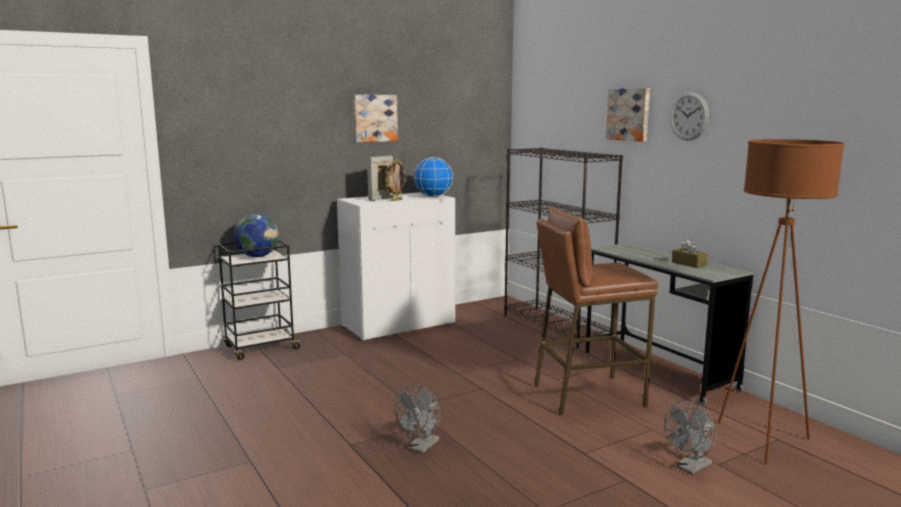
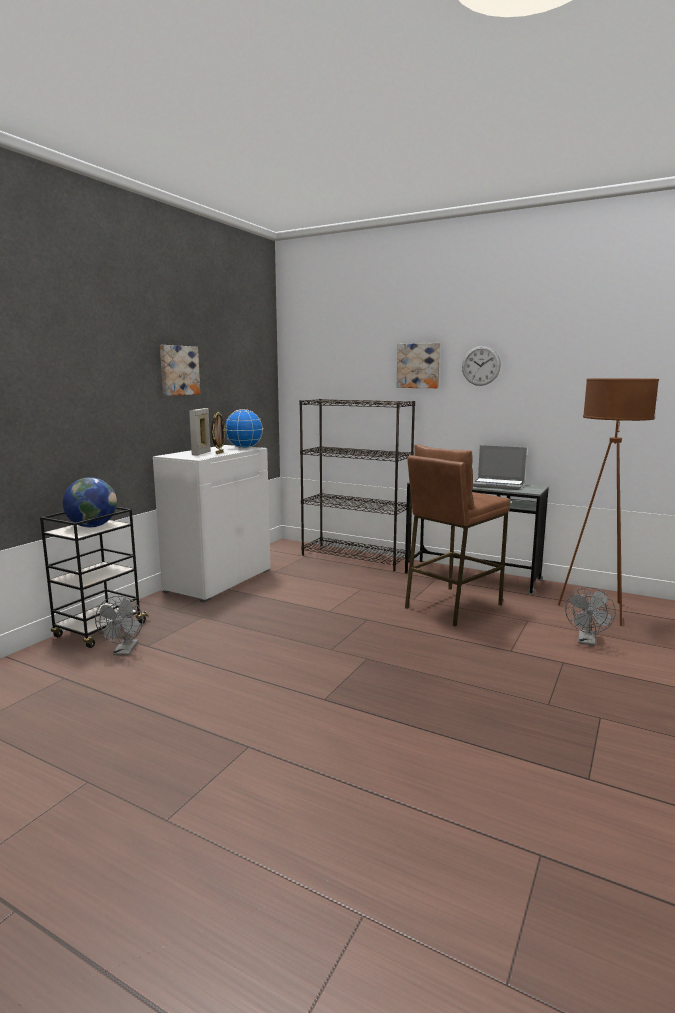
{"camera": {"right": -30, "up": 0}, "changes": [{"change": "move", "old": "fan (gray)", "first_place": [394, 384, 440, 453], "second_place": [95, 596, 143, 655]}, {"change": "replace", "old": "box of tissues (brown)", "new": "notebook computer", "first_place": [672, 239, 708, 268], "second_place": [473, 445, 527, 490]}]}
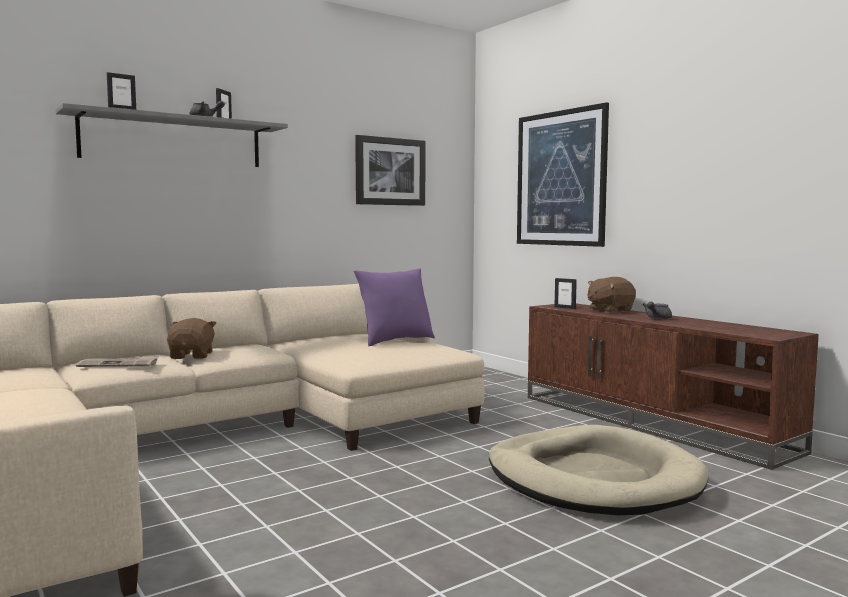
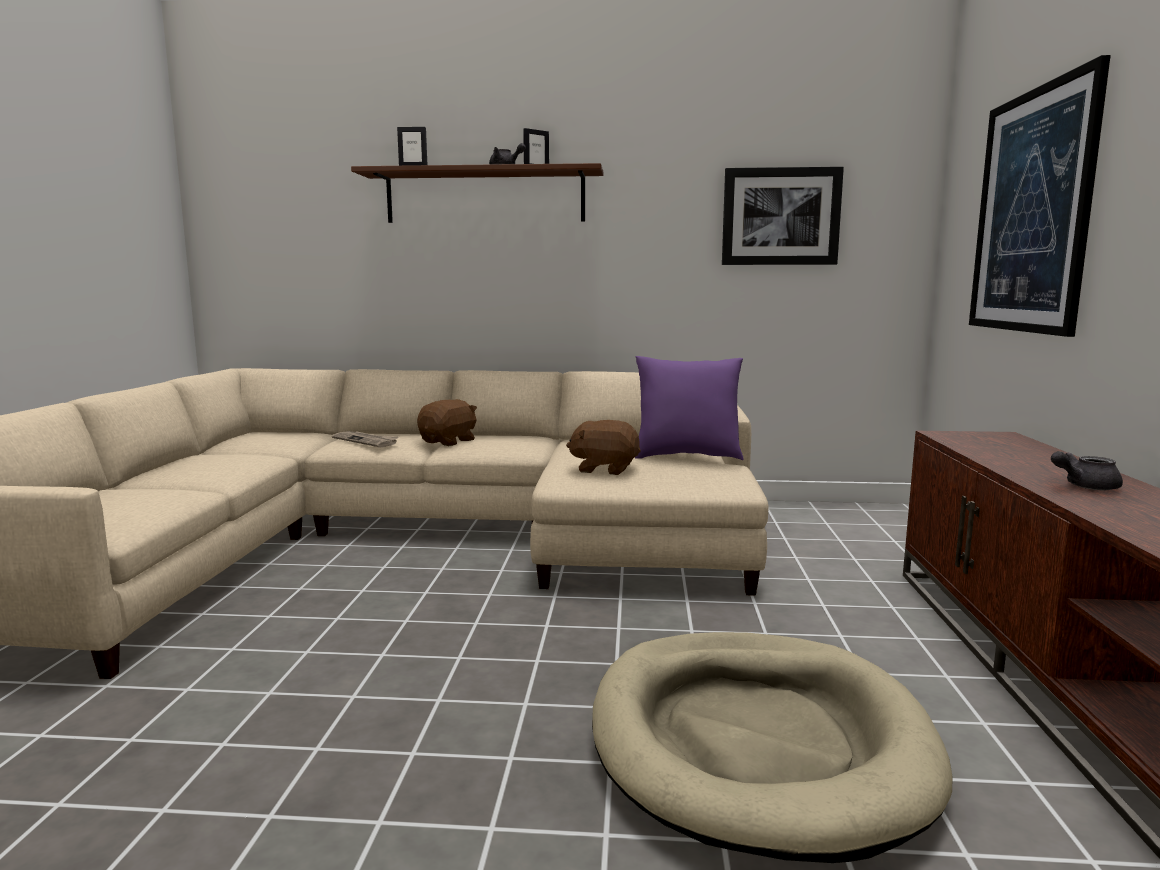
{"camera": {"right": 40, "up": 5}, "changes": [{"change": "delete", "old": "photo frame", "first_place": [554, 278, 577, 309]}, {"change": "move", "old": "soft toy (brown)", "first_place": [588, 277, 636, 313], "second_place": [566, 420, 641, 475]}, {"change": "recolor", "old": "bracket shelf (gray)", "new": "bracket shelf (brown)", "first_place": [55, 103, 288, 167], "second_place": [351, 163, 603, 223]}]}
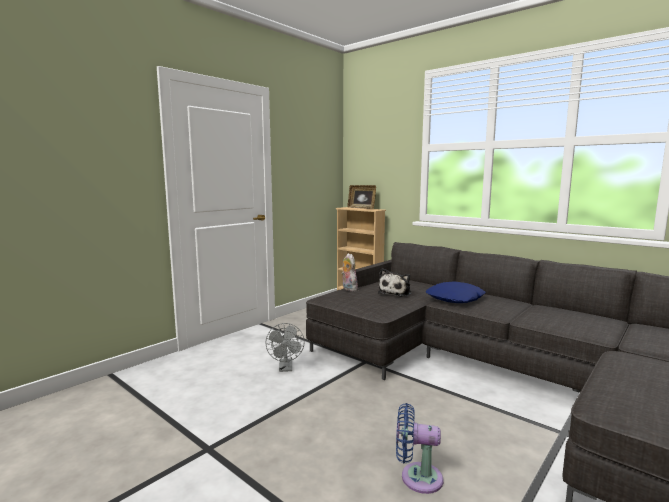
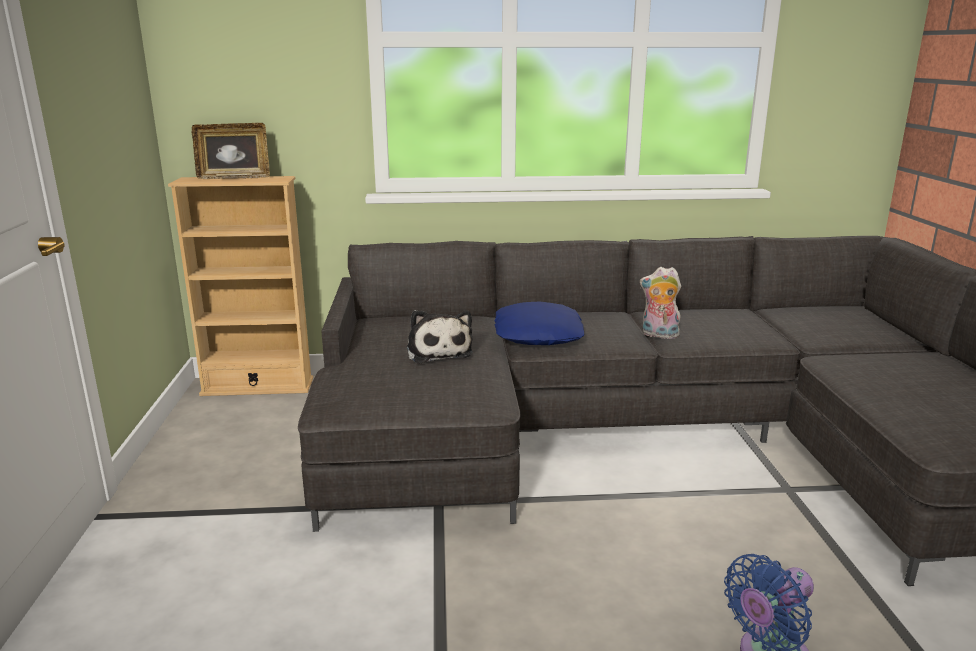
{"camera": {"right": -45, "up": 10}, "changes": [{"change": "delete", "old": "fan (gray)", "first_place": [265, 323, 305, 372]}, {"change": "move", "old": "soft toy", "first_place": [341, 253, 358, 291], "second_place": [640, 267, 681, 339]}]}
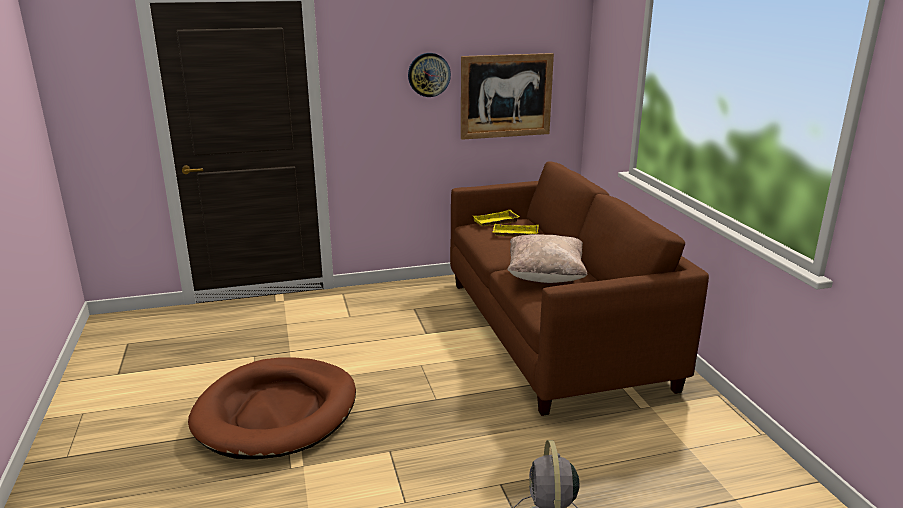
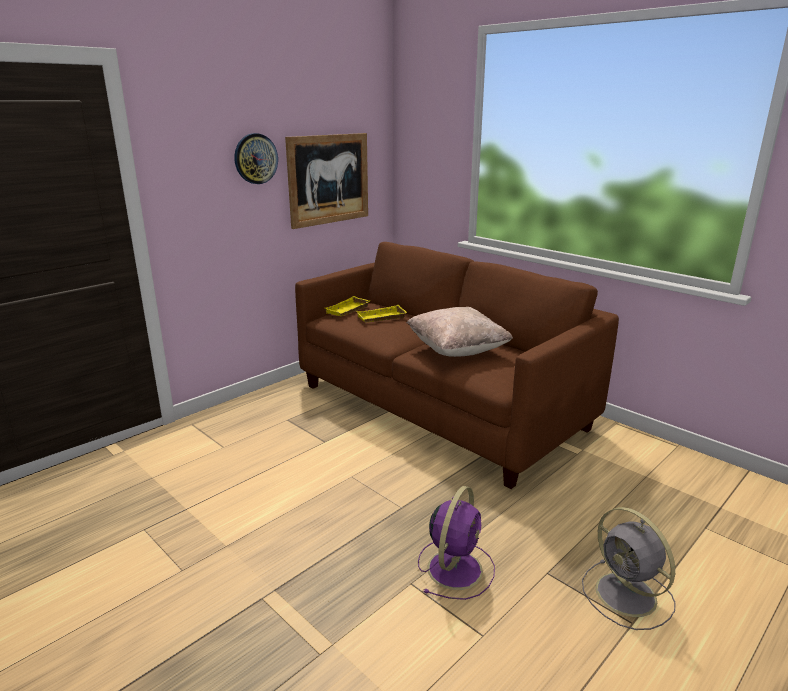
{"camera": {"right": -30, "up": 0}, "changes": [{"change": "delete", "old": "pet bed (brown)", "first_place": [188, 357, 356, 459]}, {"change": "insert", "new": "fan (purplish)", "second_place": [418, 486, 495, 600]}]}
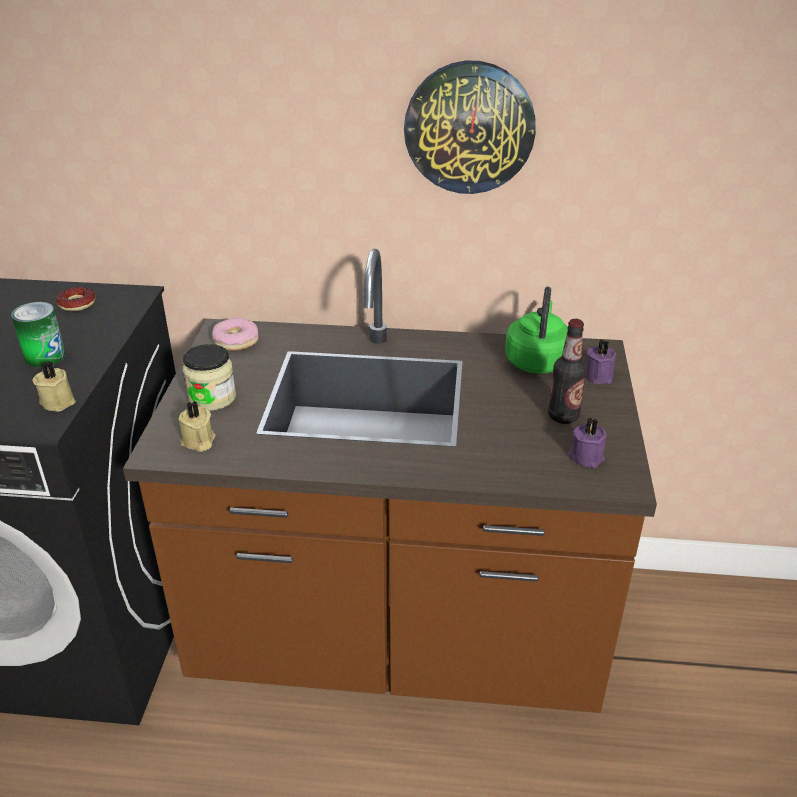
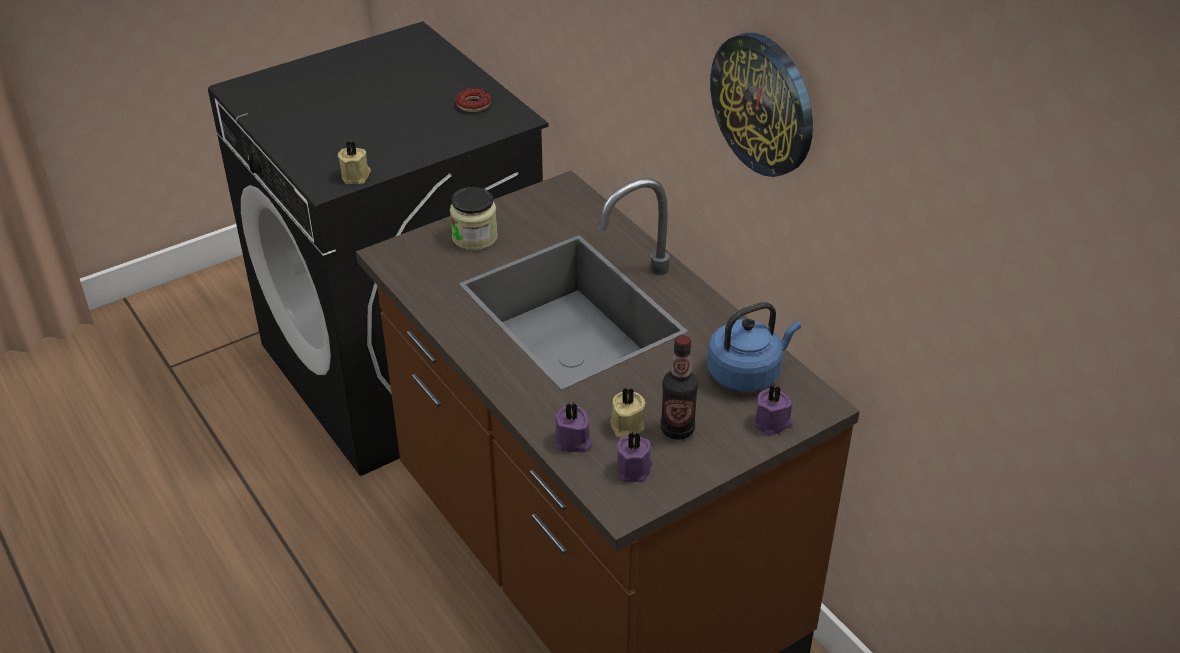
{"camera": {"right": 50, "up": 5}, "changes": [{"change": "delete", "old": "can", "first_place": [11, 302, 65, 367]}, {"change": "delete", "old": "doughnut", "first_place": [212, 318, 259, 351]}, {"change": "insert", "new": "candle (purplish)", "second_place": [554, 403, 592, 452]}, {"change": "move", "old": "candle (beige)", "first_place": [178, 401, 216, 452], "second_place": [610, 387, 645, 438]}, {"change": "recolor", "old": "kettle (green)", "new": "kettle (blue)", "first_place": [505, 287, 568, 374], "second_place": [707, 302, 801, 392]}]}
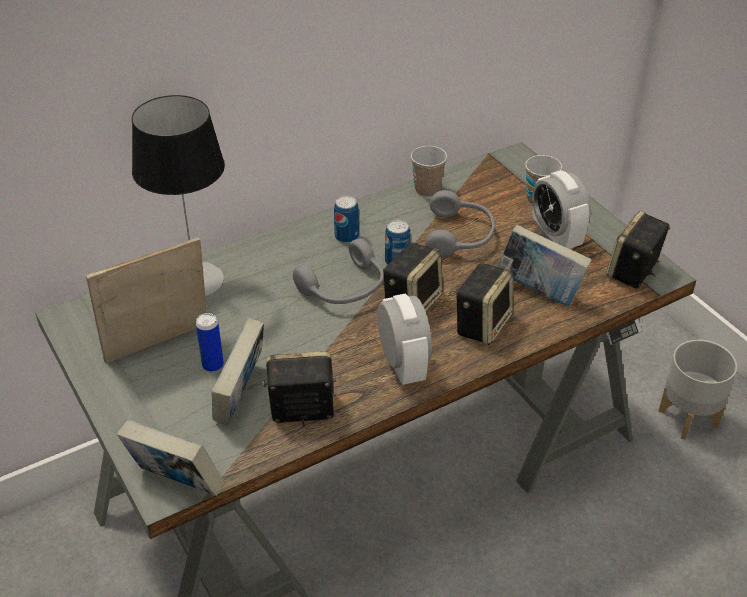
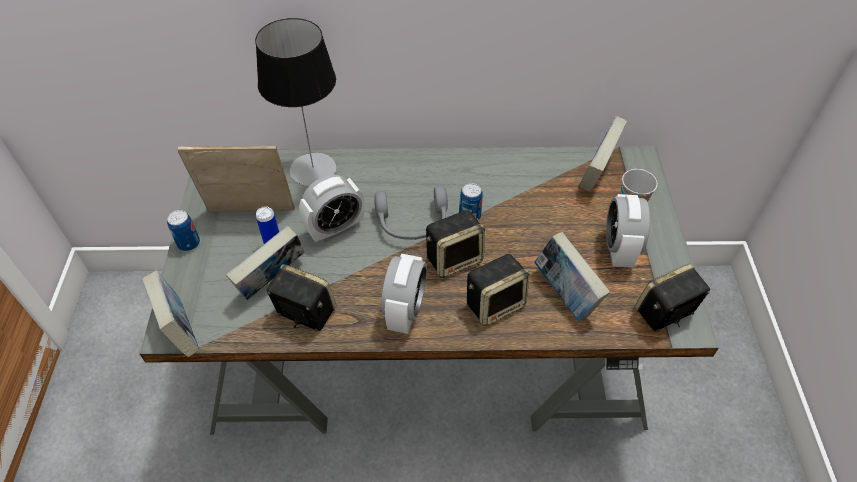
{"camera": {"right": 30, "up": 10}, "changes": [{"change": "delete", "old": "drinking cup", "first_place": [411, 146, 447, 197]}, {"change": "delete", "old": "pair of headphones (gray)", "first_place": [425, 190, 495, 258]}, {"change": "delete", "old": "planter (gray)", "first_place": [658, 339, 737, 440]}, {"change": "insert", "new": "table clock", "second_place": [299, 174, 364, 242]}, {"change": "insert", "new": "book", "second_place": [579, 116, 628, 192]}, {"change": "move", "old": "can", "first_place": [334, 196, 359, 244], "second_place": [167, 210, 200, 251]}]}
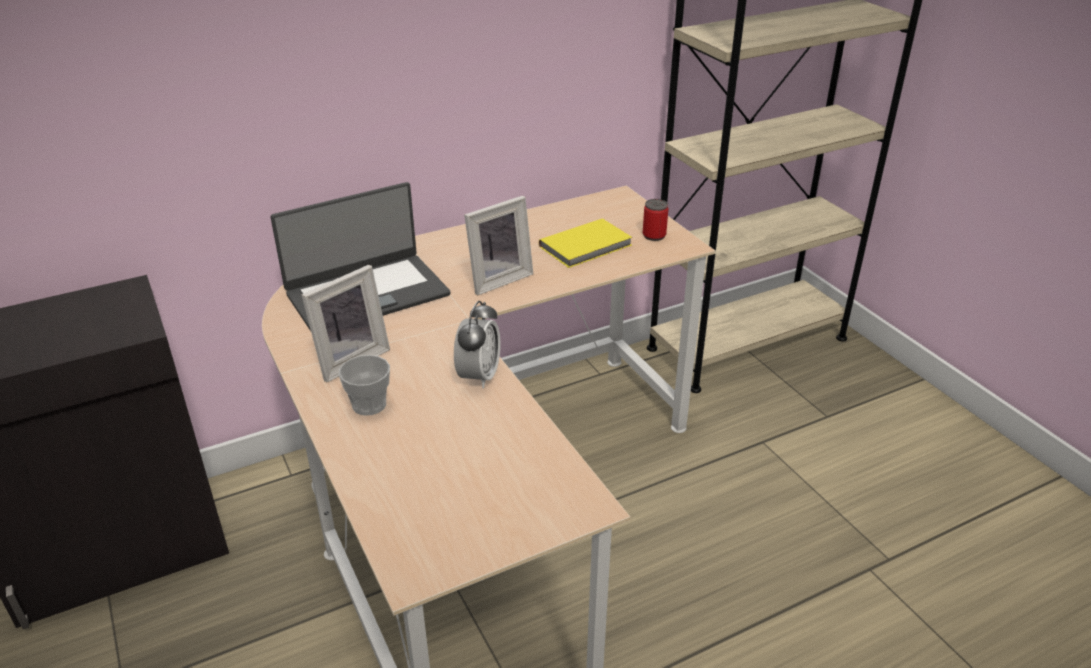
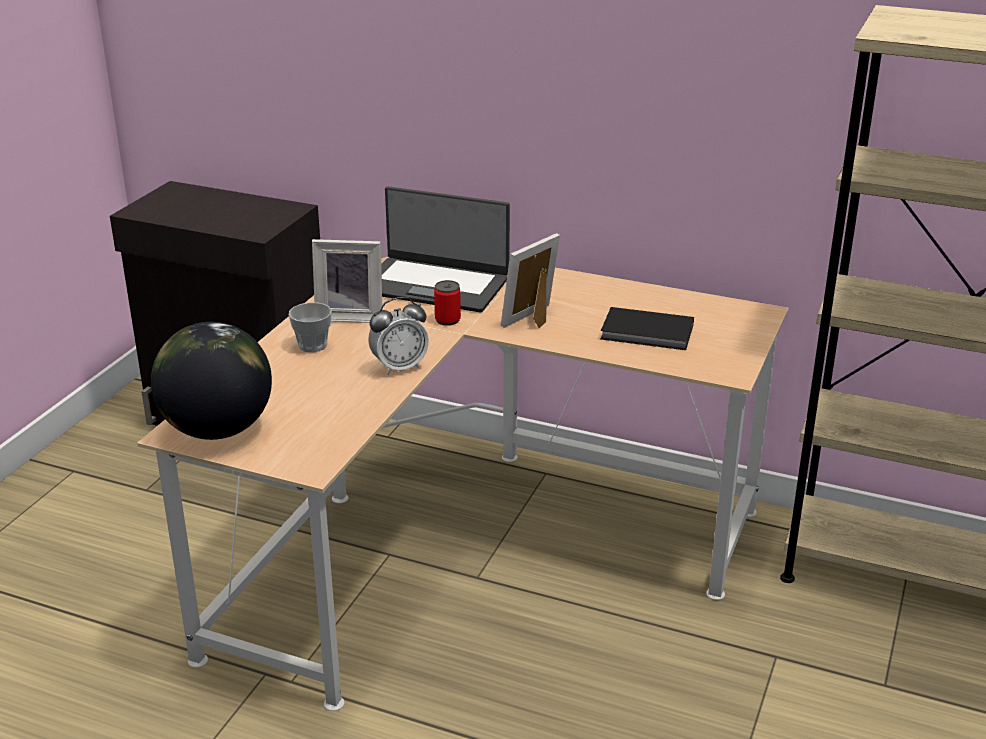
{"camera": {"right": 50, "up": -5}, "changes": [{"change": "insert", "new": "globe", "second_place": [151, 322, 272, 440]}, {"change": "move", "old": "can", "first_place": [643, 199, 668, 241], "second_place": [434, 280, 461, 326]}, {"change": "recolor", "old": "book (yellowish)", "new": "book (blackish)", "first_place": [539, 218, 633, 268], "second_place": [601, 307, 694, 350]}, {"change": "rotate", "old": "photo frame", "first_place": [464, 196, 533, 295], "second_place": [501, 233, 560, 328], "degrees": 120}]}
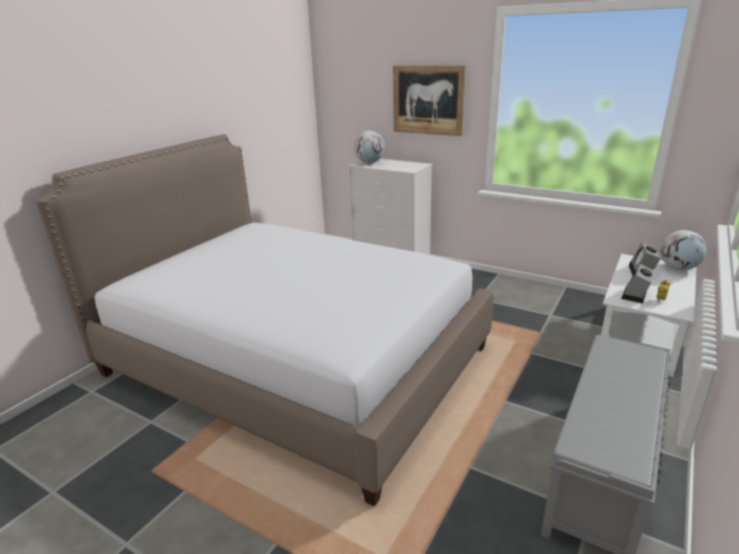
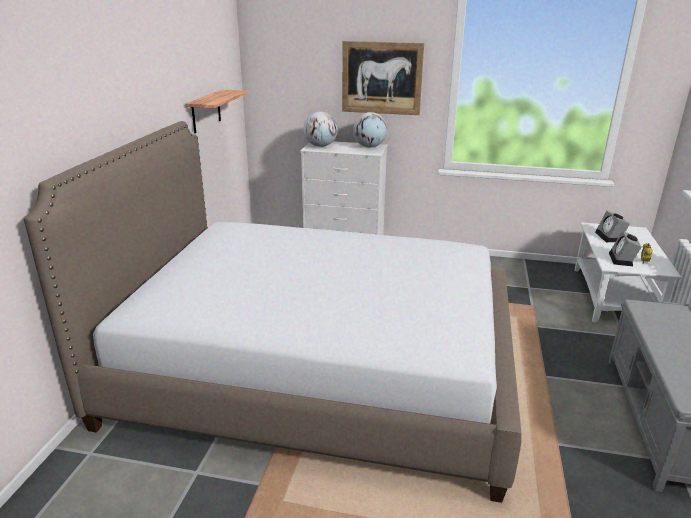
{"camera": {"right": -20, "up": 0}, "changes": [{"change": "insert", "new": "bracket shelf", "second_place": [186, 89, 248, 134]}, {"change": "move", "old": "globe", "first_place": [660, 230, 707, 270], "second_place": [353, 112, 387, 148]}]}
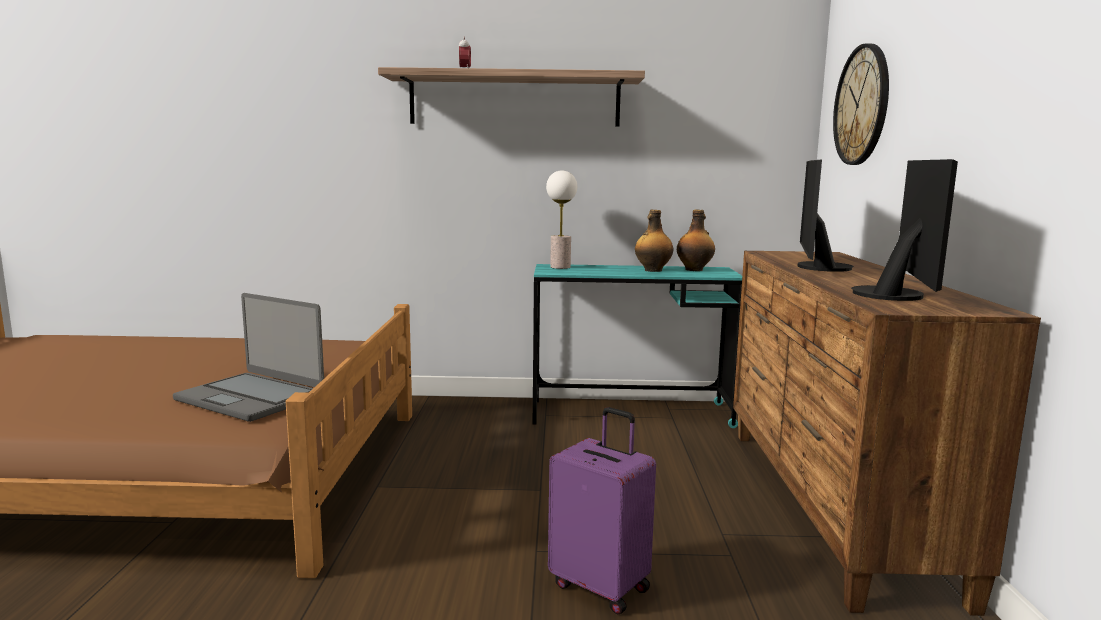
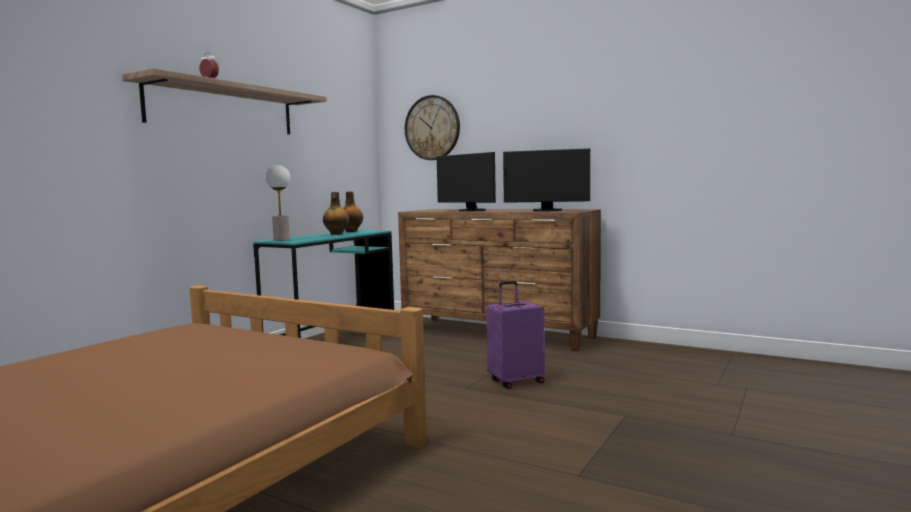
{"camera": {"right": -60, "up": -5}, "changes": [{"change": "delete", "old": "notebook computer", "first_place": [173, 293, 324, 422]}, {"change": "rotate", "old": "computer screen", "first_place": [851, 159, 958, 301], "second_place": [503, 148, 590, 211], "degrees": 150}]}
